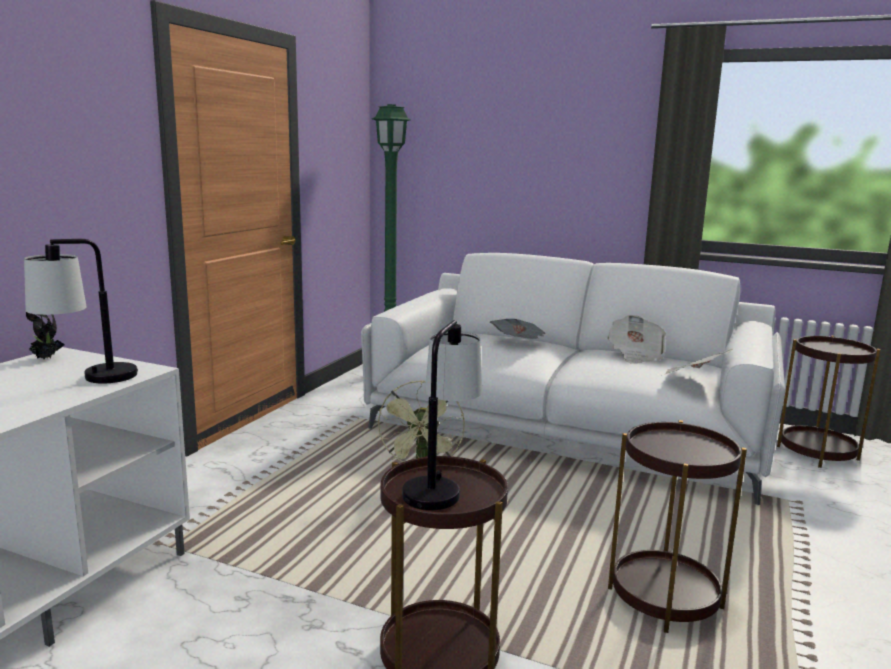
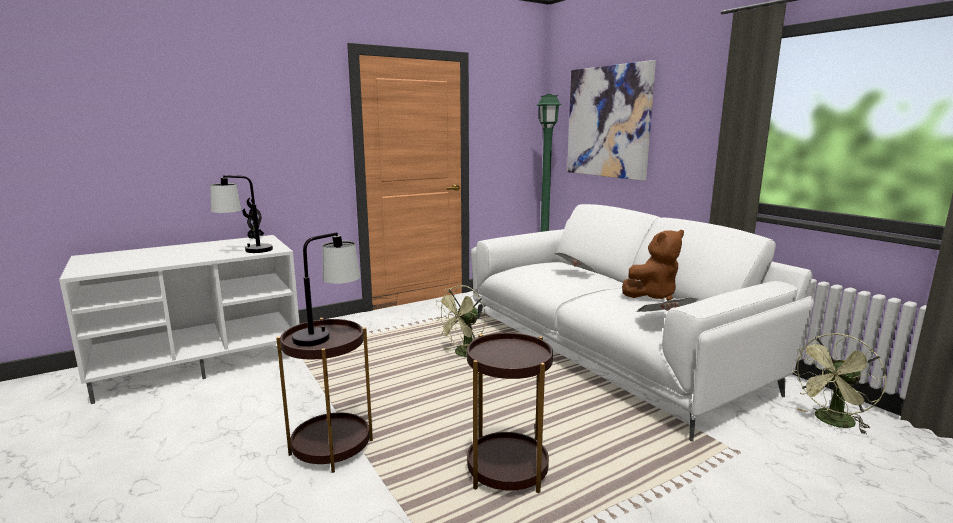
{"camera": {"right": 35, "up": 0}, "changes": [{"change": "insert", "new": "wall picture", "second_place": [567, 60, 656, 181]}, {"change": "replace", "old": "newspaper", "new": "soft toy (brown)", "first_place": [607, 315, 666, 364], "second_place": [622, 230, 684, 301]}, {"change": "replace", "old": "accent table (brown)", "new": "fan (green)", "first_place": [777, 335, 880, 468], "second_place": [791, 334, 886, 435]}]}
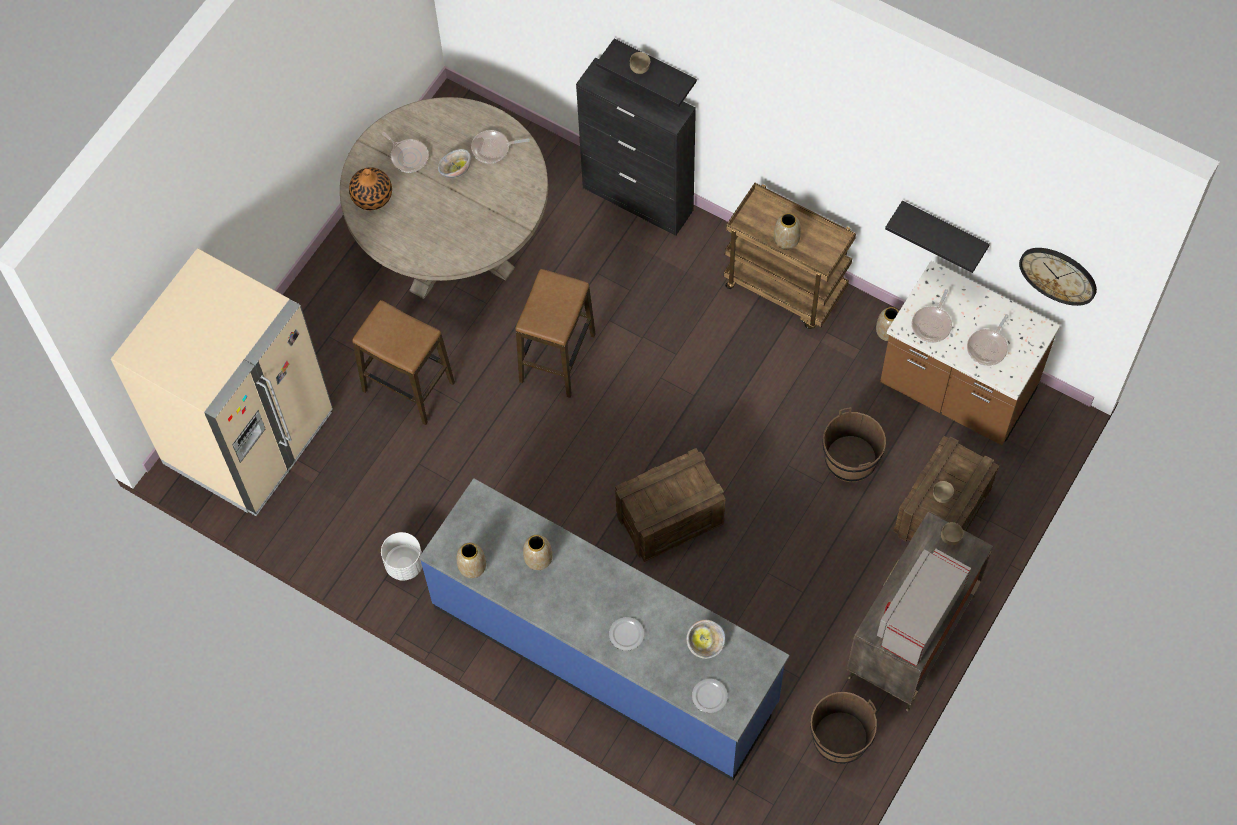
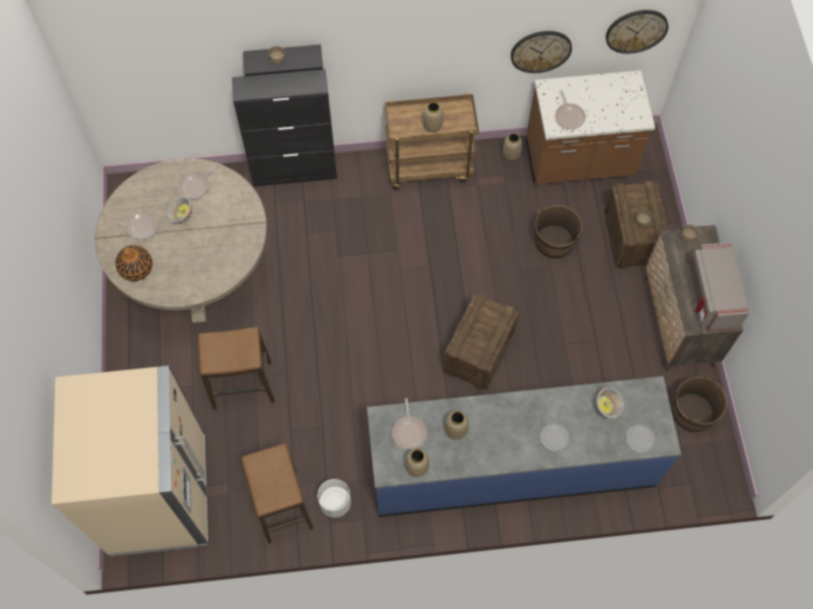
{"camera": {"right": -40, "up": 0}, "changes": [{"change": "move", "old": "stool", "first_place": [515, 269, 596, 398], "second_place": [242, 444, 313, 544]}, {"change": "move", "old": "pan", "first_place": [967, 314, 1009, 366], "second_place": [392, 398, 427, 450]}, {"change": "replace", "old": "bracket shelf (blackish)", "new": "hanging clock", "first_place": [885, 200, 990, 273], "second_place": [511, 31, 572, 73]}]}
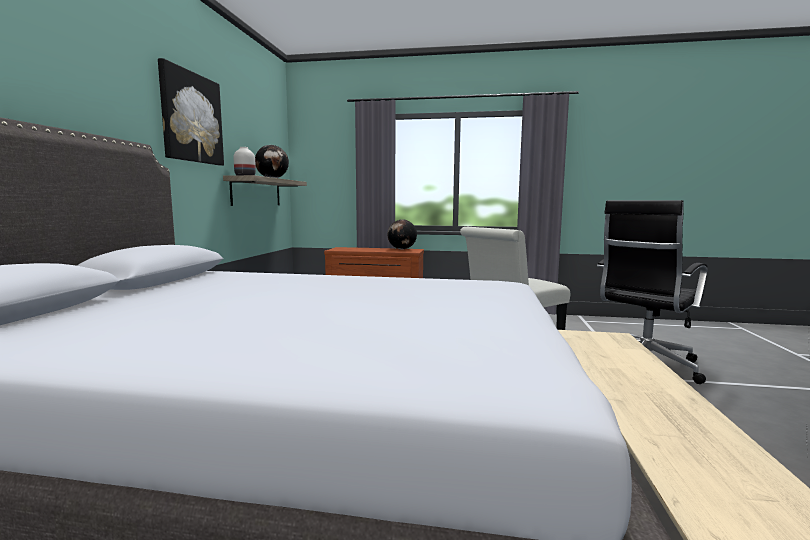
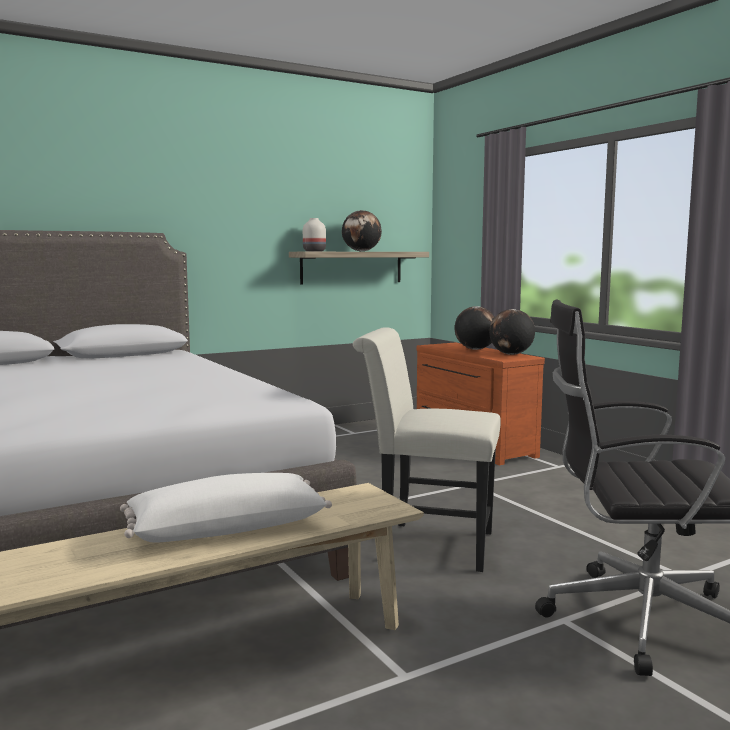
{"camera": {"right": 50, "up": 0}, "changes": [{"change": "delete", "old": "wall picture", "first_place": [158, 58, 224, 166]}, {"change": "insert", "new": "cushion (whitish)", "second_place": [120, 473, 332, 543]}, {"change": "insert", "new": "globe", "second_place": [454, 306, 494, 350]}]}
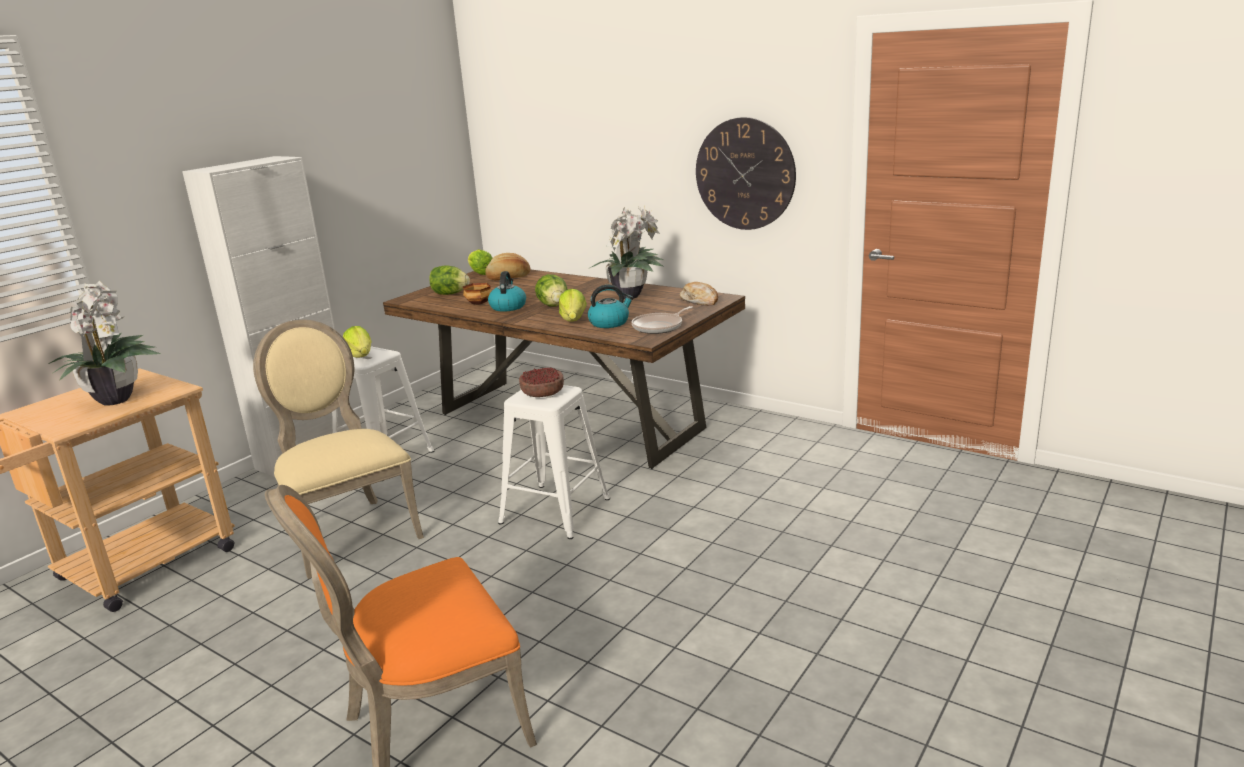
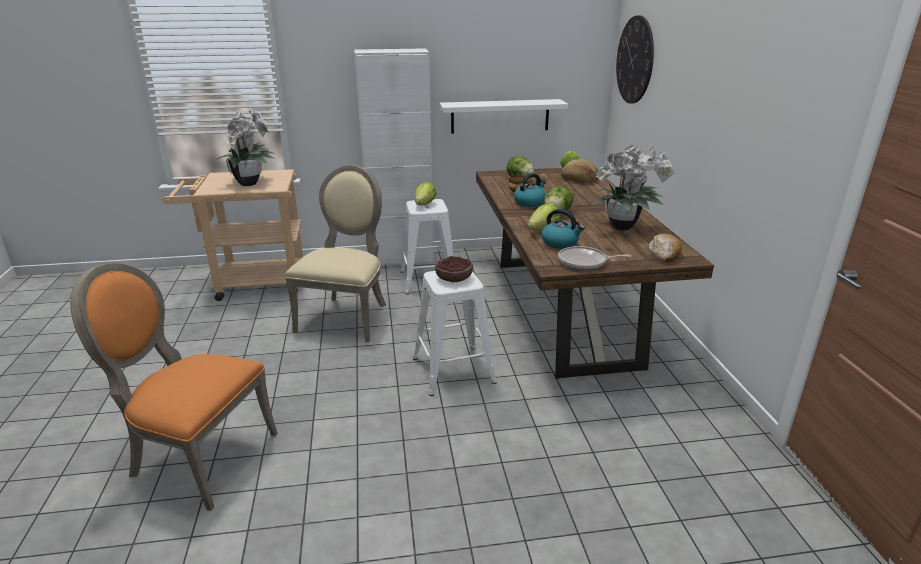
{"camera": {"right": 45, "up": 5}, "changes": [{"change": "insert", "new": "bracket shelf (whitish)", "second_place": [440, 99, 568, 134]}, {"change": "move", "old": "hanging clock", "first_place": [696, 117, 796, 230], "second_place": [616, 15, 654, 104]}]}
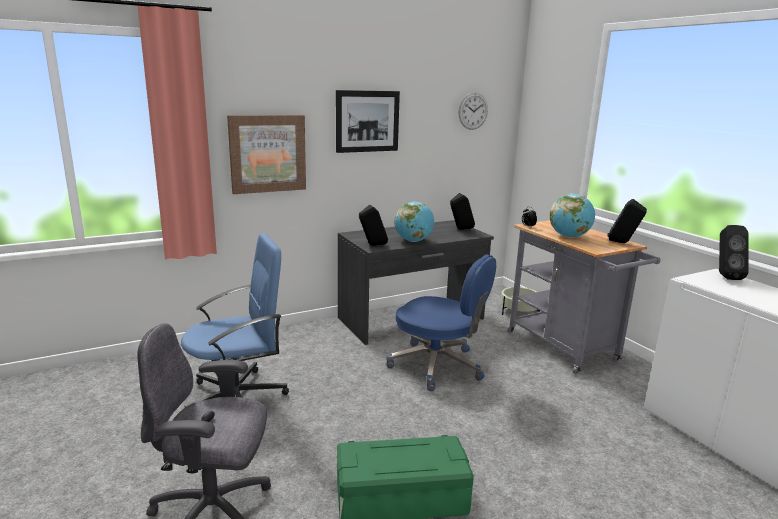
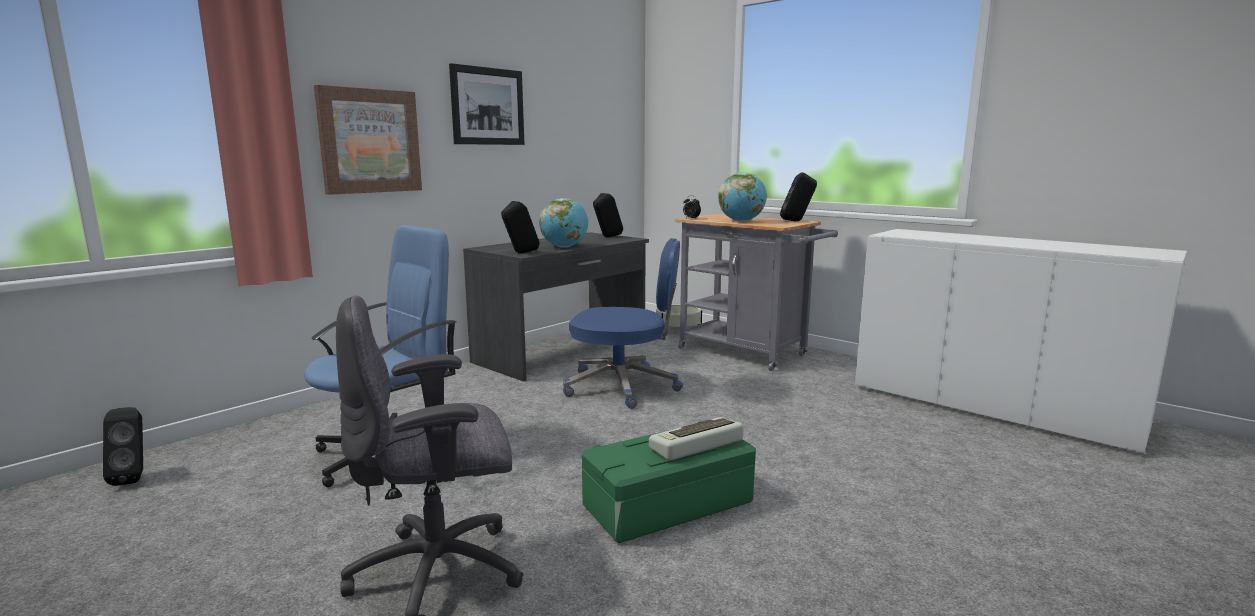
{"camera": {"right": -20, "up": -5}, "changes": [{"change": "delete", "old": "hanging clock", "first_place": [459, 93, 488, 130]}, {"change": "insert", "new": "keyboard", "second_place": [649, 417, 744, 461]}, {"change": "move", "old": "loudspeaker (blackish)", "first_place": [719, 225, 749, 280], "second_place": [103, 407, 143, 486]}]}
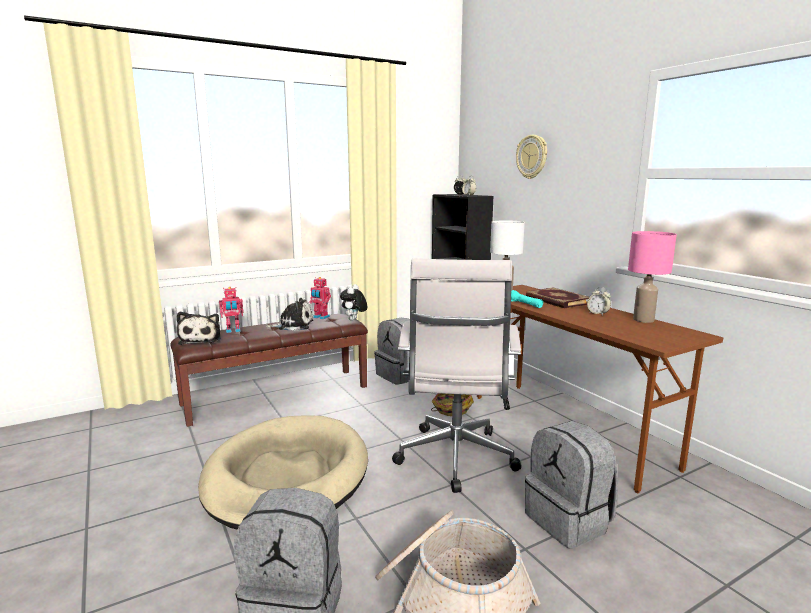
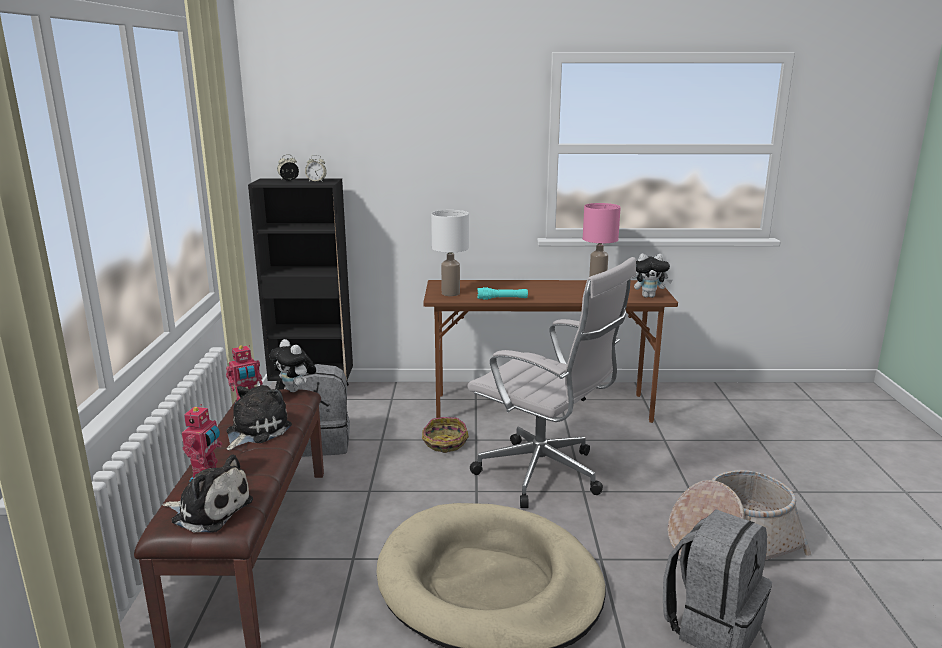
{"camera": {"right": -60, "up": 5}, "changes": [{"change": "delete", "old": "hanging clock", "first_place": [516, 135, 547, 179]}, {"change": "delete", "old": "knapsack (gray)", "first_place": [525, 421, 618, 549]}, {"change": "delete", "old": "book", "first_place": [526, 287, 589, 308]}, {"change": "delete", "old": "table clock", "first_place": [587, 287, 611, 316]}, {"change": "insert", "new": "soft toy", "second_place": [633, 253, 673, 298]}]}
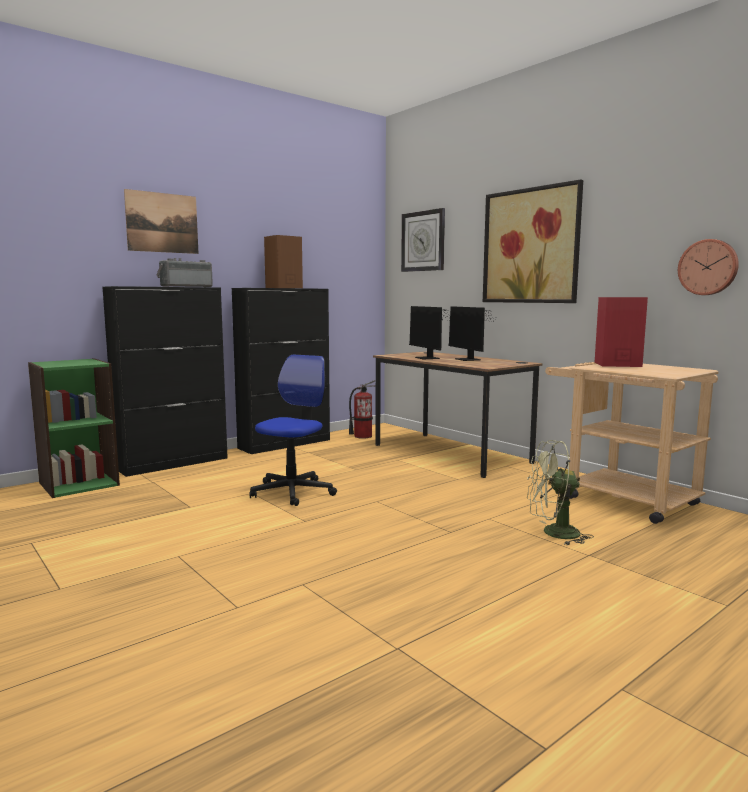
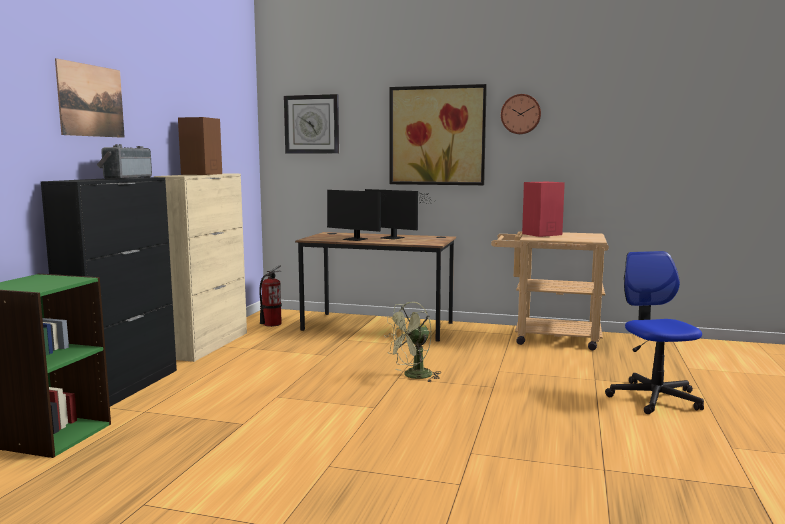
{"camera": {"right": -35, "up": 0}, "changes": [{"change": "move", "old": "office chair", "first_place": [249, 355, 337, 506], "second_place": [605, 251, 704, 414]}, {"change": "move", "old": "fan (green)", "first_place": [527, 440, 594, 545], "second_place": [384, 302, 441, 382]}, {"change": "move", "old": "hanging clock", "first_place": [678, 239, 739, 295], "second_place": [501, 94, 541, 134]}, {"change": "recolor", "old": "cupboard (blackish)", "new": "cupboard (beige)", "first_place": [232, 288, 330, 454], "second_place": [154, 173, 247, 362]}]}
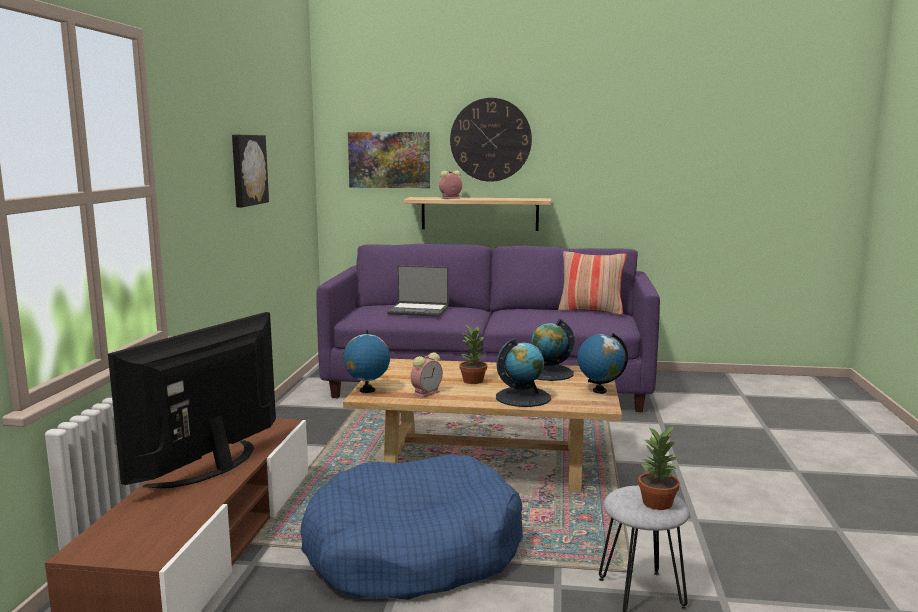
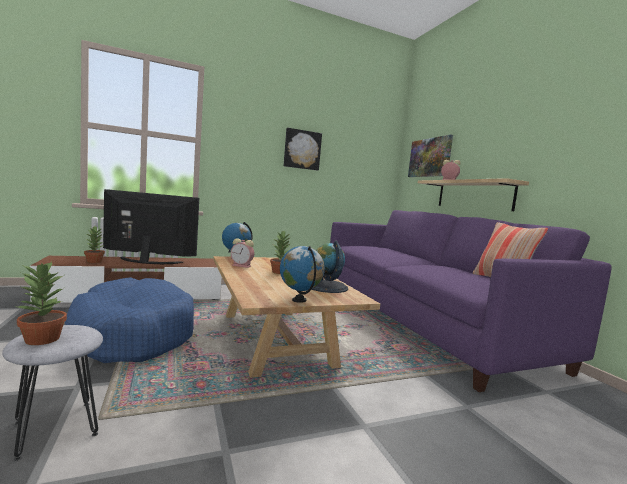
{"camera": {"right": 60, "up": -5}, "changes": [{"change": "delete", "old": "notebook computer", "first_place": [387, 265, 449, 317]}, {"change": "delete", "old": "hanging clock", "first_place": [450, 98, 532, 182]}, {"change": "delete", "old": "globe", "first_place": [496, 338, 551, 407]}, {"change": "insert", "new": "potted plant", "second_place": [84, 226, 105, 263]}]}
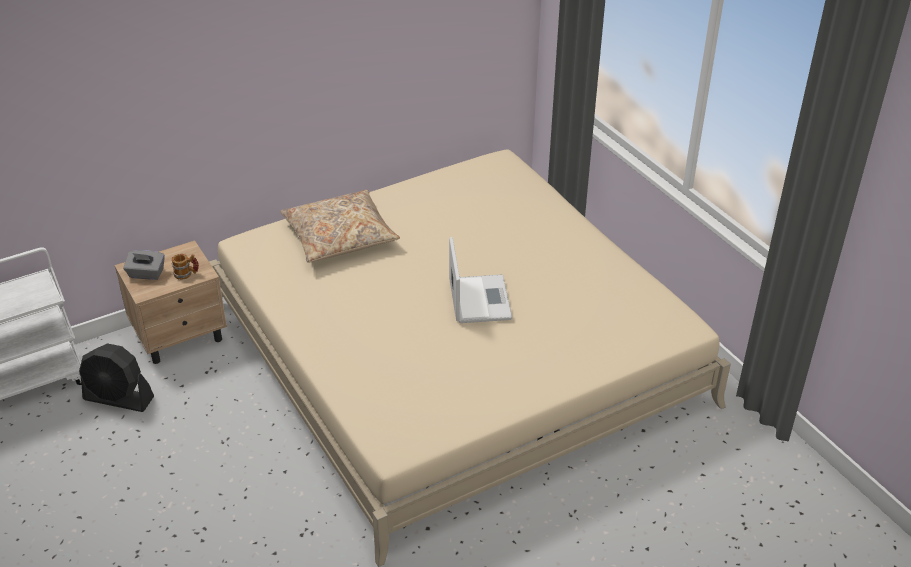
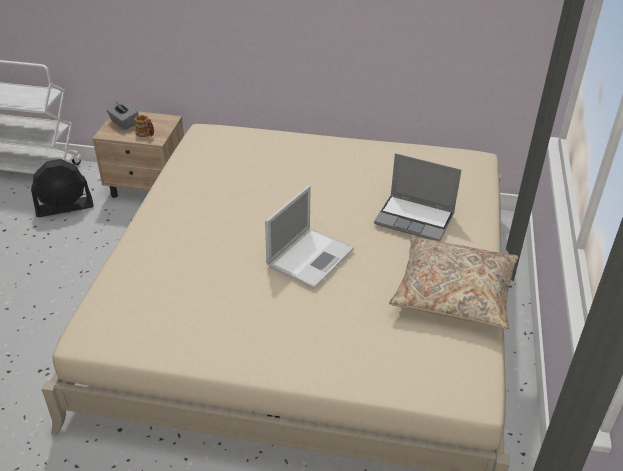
{"camera": {"right": 40, "up": 0}, "changes": [{"change": "insert", "new": "notebook computer", "second_place": [374, 153, 461, 241]}, {"change": "move", "old": "cushion (beige)", "first_place": [280, 190, 400, 263], "second_place": [389, 236, 519, 330]}, {"change": "rotate", "old": "fan (blackish)", "first_place": [79, 343, 154, 412], "second_place": [31, 159, 94, 217], "degrees": -75}]}
